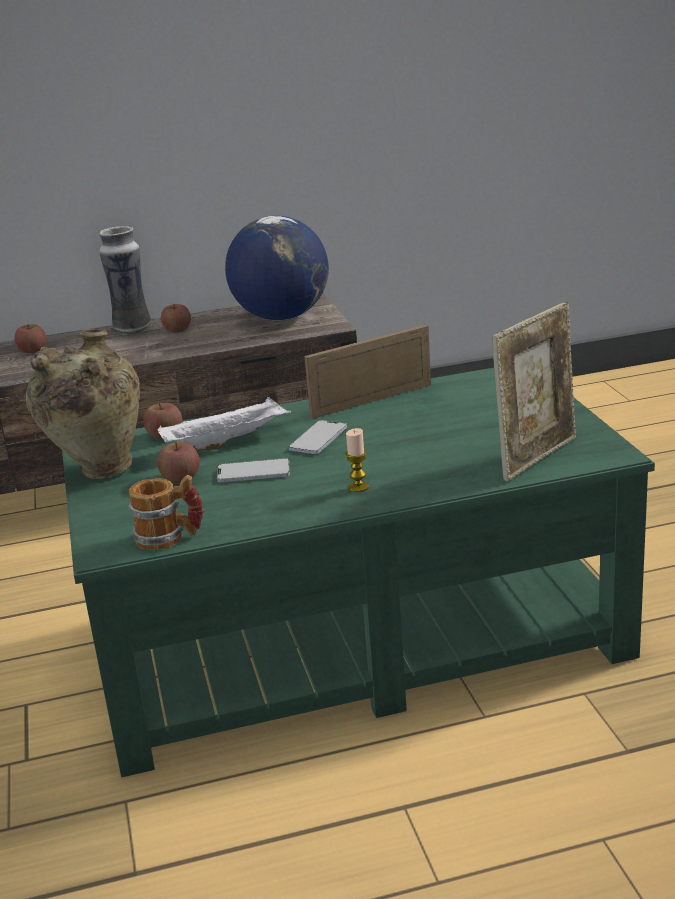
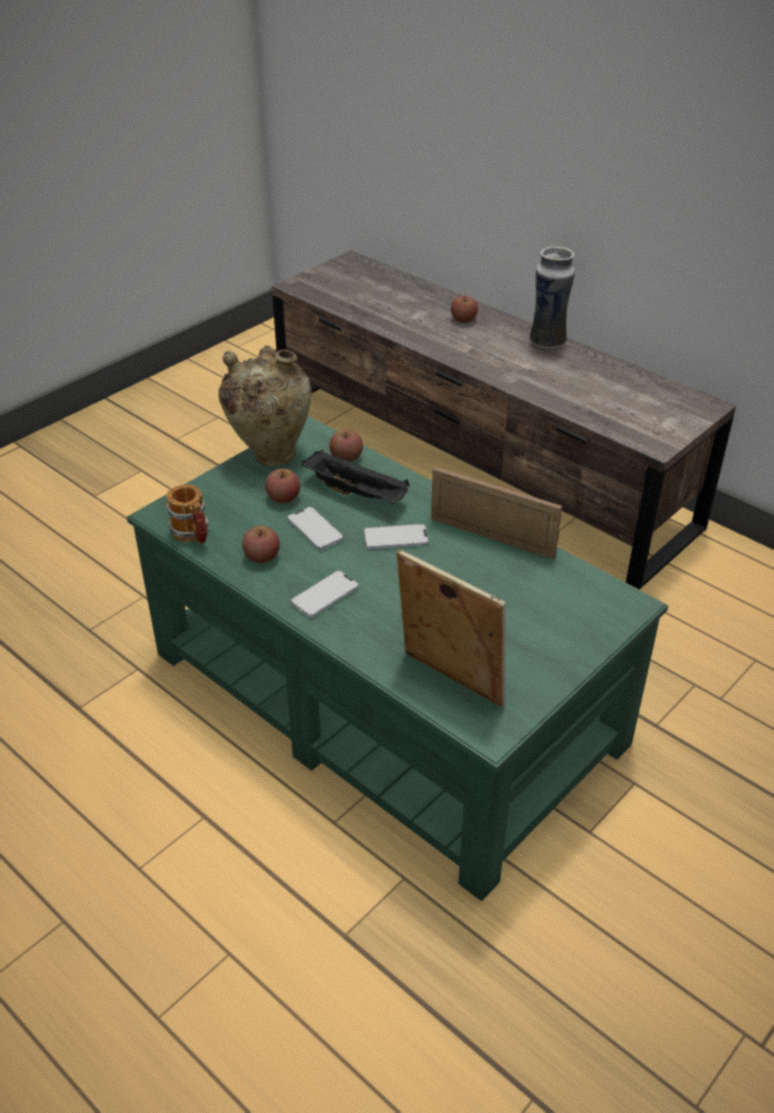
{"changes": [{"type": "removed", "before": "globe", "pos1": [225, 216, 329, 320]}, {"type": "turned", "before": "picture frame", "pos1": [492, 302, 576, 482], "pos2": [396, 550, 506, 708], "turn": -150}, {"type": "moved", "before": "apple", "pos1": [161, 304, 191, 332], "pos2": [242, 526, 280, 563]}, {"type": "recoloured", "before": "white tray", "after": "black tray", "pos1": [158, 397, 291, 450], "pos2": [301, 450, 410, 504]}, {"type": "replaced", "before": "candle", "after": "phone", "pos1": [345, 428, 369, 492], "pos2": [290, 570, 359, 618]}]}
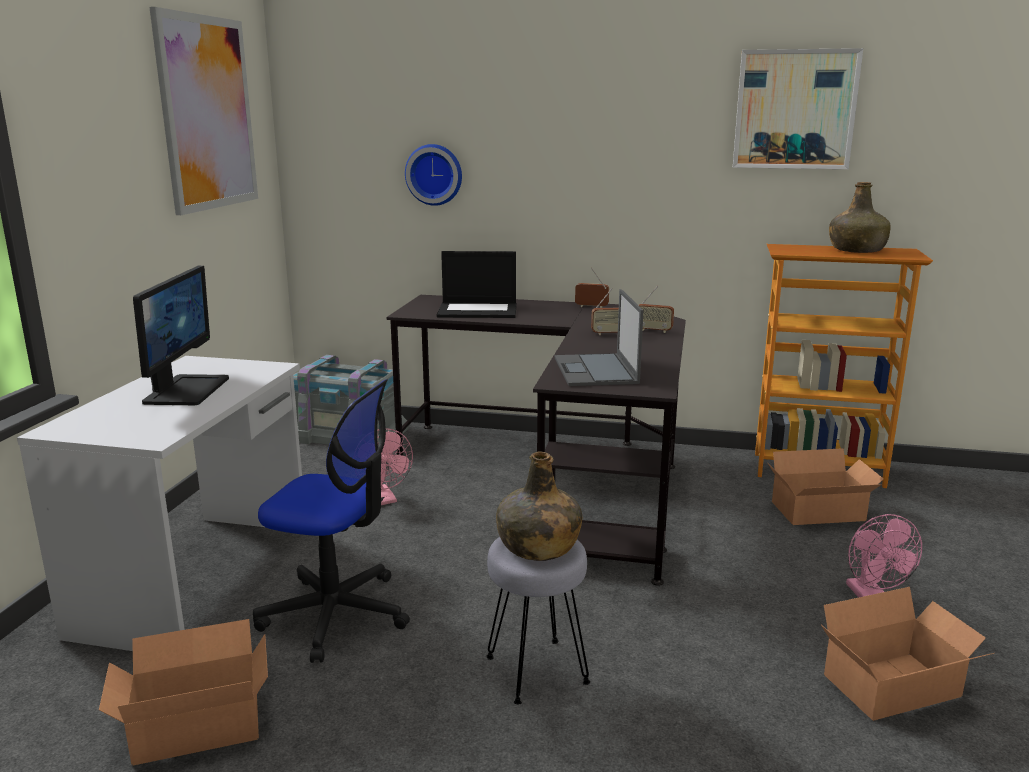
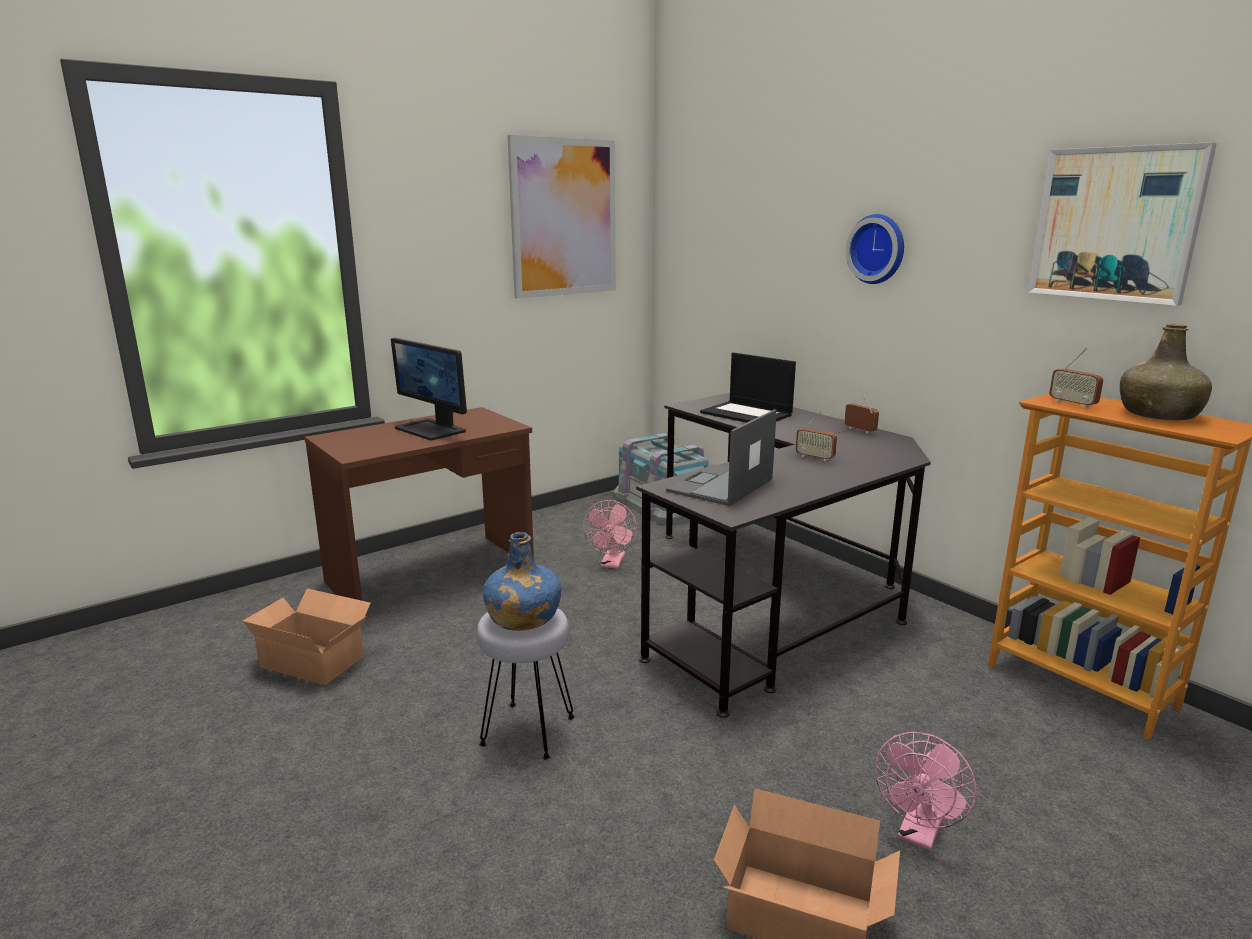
{"changes": [{"type": "moved", "before": "wall clock", "pos1": [405, 144, 462, 206], "pos2": [845, 214, 904, 284]}, {"type": "turned", "before": "monitor", "pos1": [133, 266, 229, 405], "pos2": [391, 338, 467, 440], "turn": 90}, {"type": "moved", "before": "radio", "pos1": [638, 286, 674, 333], "pos2": [1049, 347, 1104, 408]}, {"type": "recoloured", "before": "white desk", "after": "brown desk", "pos1": [17, 356, 302, 651], "pos2": [304, 407, 534, 601]}, {"type": "removed", "before": "office chair", "pos1": [253, 379, 410, 663]}, {"type": "removed", "before": "cardboard box", "pos1": [768, 448, 884, 525]}, {"type": "recoloured", "before": "green bottle", "after": "blue bottle", "pos1": [496, 451, 582, 561], "pos2": [483, 532, 561, 631]}]}
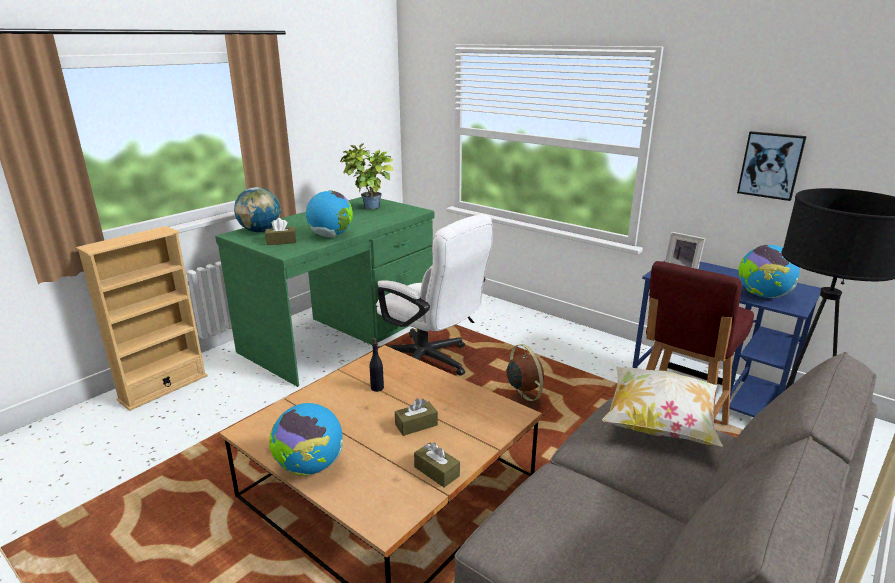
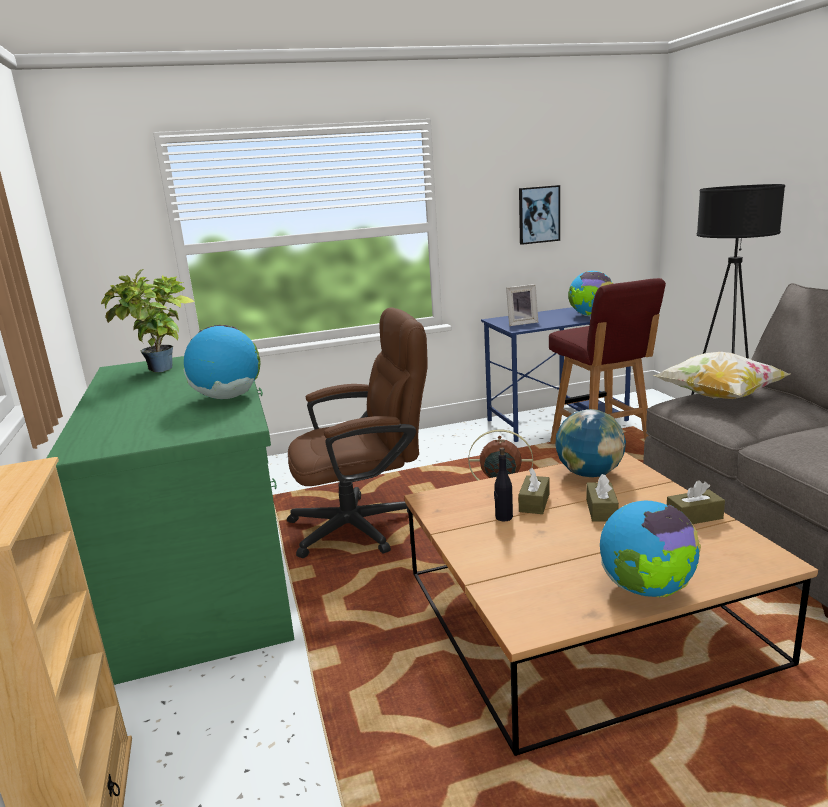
{"changes": [{"type": "moved", "before": "globe", "pos1": [234, 187, 281, 233], "pos2": [556, 409, 626, 477]}, {"type": "recoloured", "before": "white office chair", "after": "brown office chair", "pos1": [376, 214, 493, 376], "pos2": [287, 307, 428, 558]}, {"type": "moved", "before": "brown tissue box", "pos1": [265, 218, 296, 245], "pos2": [518, 468, 549, 514]}]}
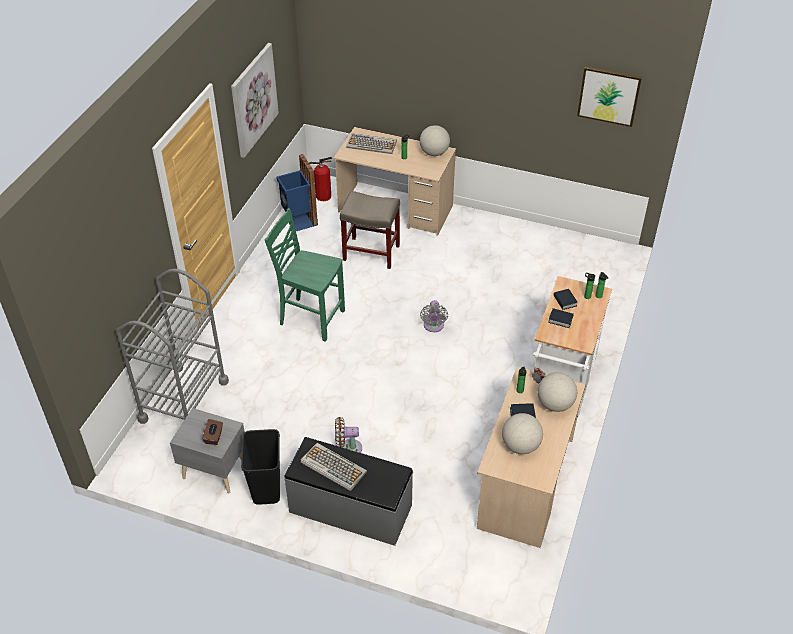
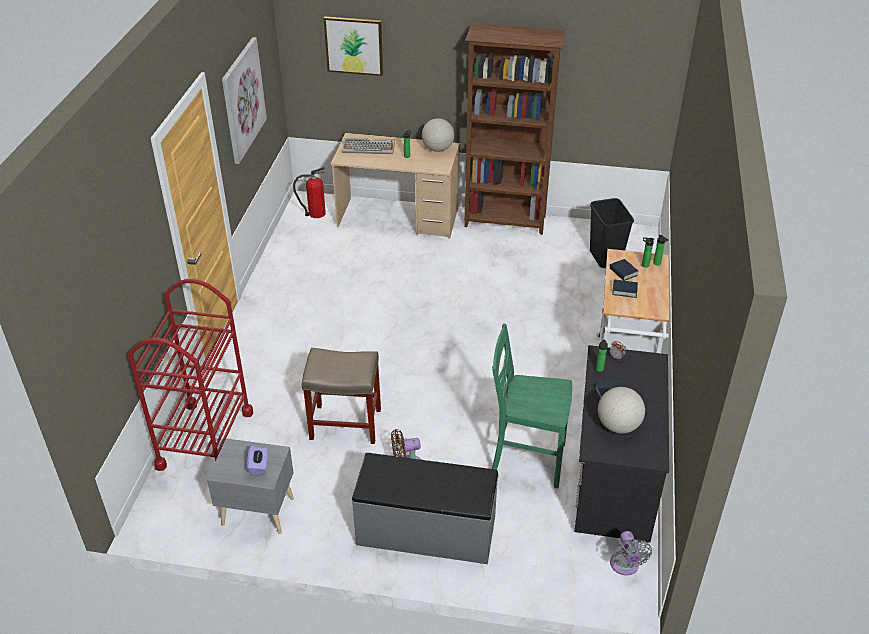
{"changes": [{"type": "moved", "before": "picture", "pos1": [577, 66, 642, 127], "pos2": [324, 16, 383, 76]}, {"type": "removed", "before": "blue trash can", "pos1": [276, 154, 318, 231]}, {"type": "moved", "before": "beige stool", "pos1": [340, 191, 400, 269], "pos2": [302, 348, 381, 444]}, {"type": "moved", "before": "green chair", "pos1": [265, 208, 345, 341], "pos2": [492, 324, 572, 488]}, {"type": "recoloured", "before": "grey cart", "after": "red cart", "pos1": [116, 269, 229, 424], "pos2": [128, 279, 253, 471]}, {"type": "moved", "before": "grey fan", "pos1": [420, 300, 448, 332], "pos2": [610, 531, 652, 576]}, {"type": "recoloured", "before": "beige desk", "after": "black desk", "pos1": [477, 367, 586, 548], "pos2": [574, 345, 669, 542]}, {"type": "removed", "before": "globe", "pos1": [538, 372, 577, 412]}, {"type": "recoloured", "before": "brown tissue box", "after": "purple tissue box", "pos1": [202, 419, 223, 445], "pos2": [247, 446, 268, 475]}, {"type": "moved", "before": "black trash can", "pos1": [241, 429, 280, 505], "pos2": [590, 198, 634, 268]}, {"type": "removed", "before": "keyboard", "pos1": [301, 443, 367, 491]}, {"type": "added", "after": "brown bookcase", "pos2": [464, 24, 565, 235]}]}
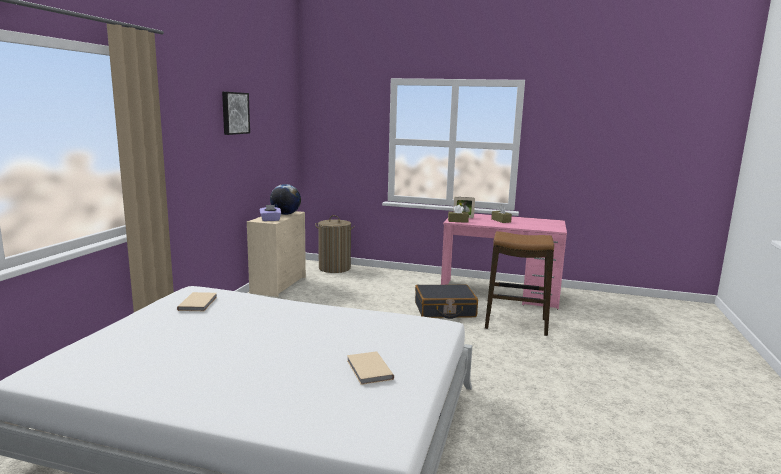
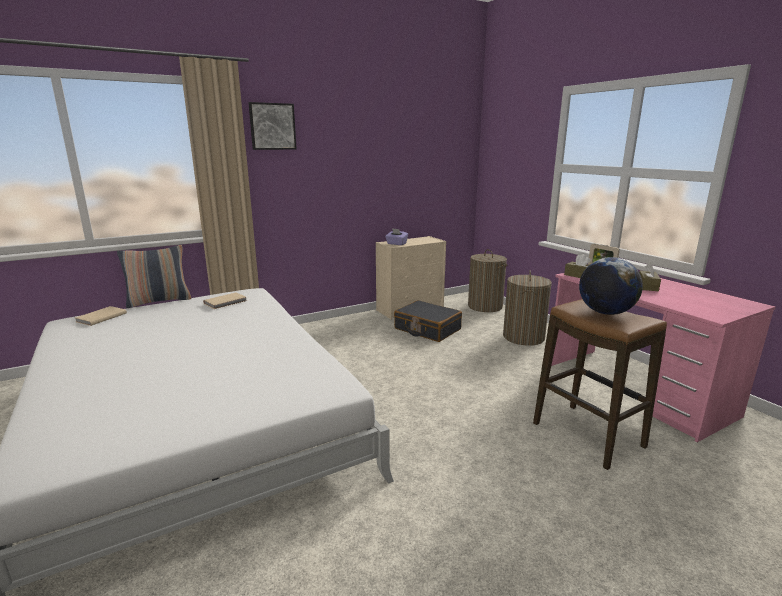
{"changes": [{"type": "moved", "before": "picture", "pos1": [222, 92, 250, 135], "pos2": [248, 102, 297, 150]}, {"type": "moved", "before": "globe", "pos1": [270, 184, 301, 215], "pos2": [579, 257, 643, 315]}, {"type": "moved", "before": "black suitcase", "pos1": [415, 284, 478, 319], "pos2": [394, 300, 462, 342]}, {"type": "moved", "before": "beige book", "pos1": [347, 351, 394, 385], "pos2": [75, 306, 127, 326]}, {"type": "added", "after": "pillow", "pos2": [117, 245, 191, 308]}, {"type": "added", "after": "laundry basket", "pos2": [503, 270, 552, 346]}]}
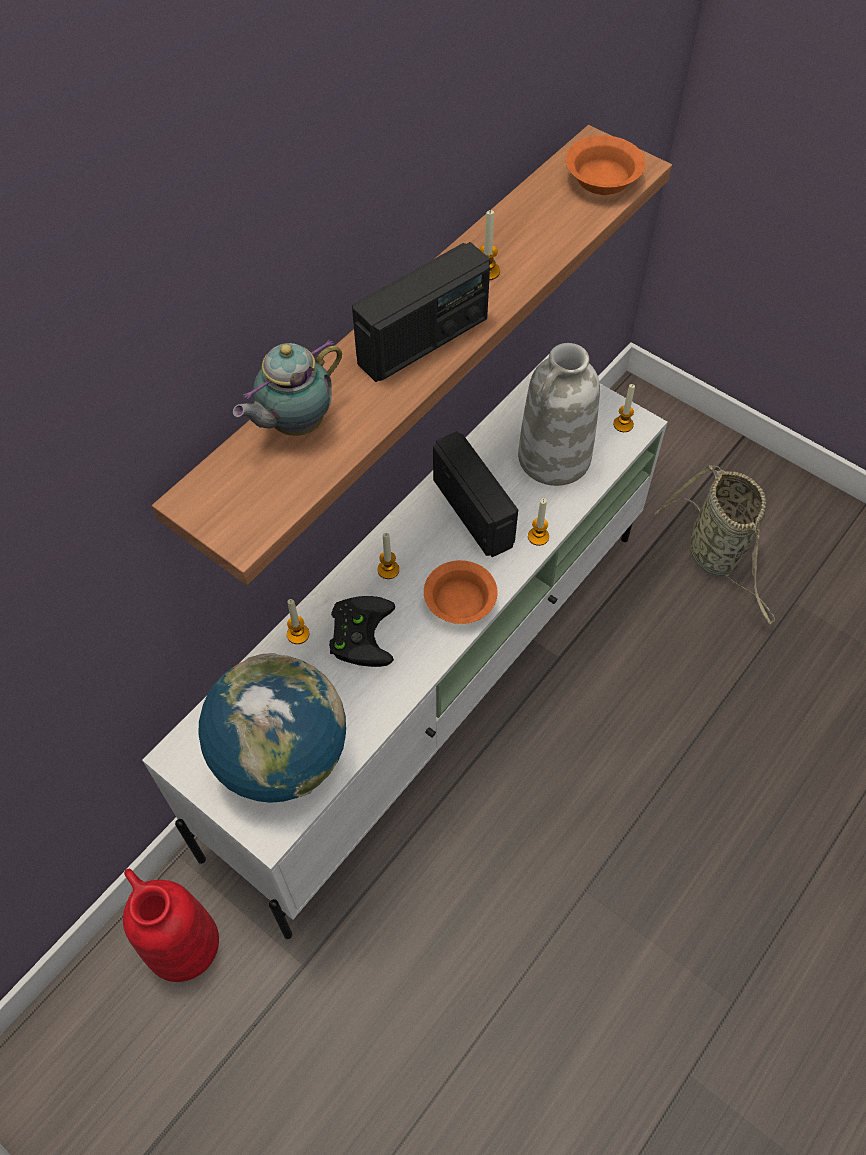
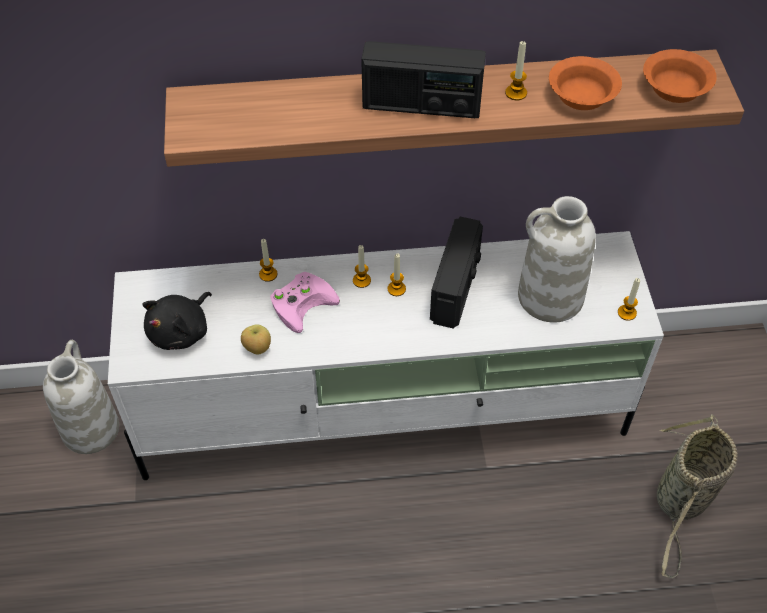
{"changes": [{"type": "removed", "before": "teapot", "pos1": [233, 339, 342, 436]}, {"type": "moved", "before": "candle", "pos1": [528, 498, 549, 546], "pos2": [388, 254, 406, 296]}, {"type": "moved", "before": "orange bowl", "pos1": [424, 560, 498, 624], "pos2": [549, 56, 622, 110]}, {"type": "recoloured", "before": "black game controller", "after": "pink game controller", "pos1": [329, 596, 395, 667], "pos2": [270, 272, 340, 333]}, {"type": "replaced", "before": "globe", "after": "black plush toy", "pos1": [198, 653, 346, 803], "pos2": [142, 292, 212, 350]}, {"type": "recoloured", "before": "red vase", "after": "white vase", "pos1": [123, 869, 219, 982], "pos2": [43, 340, 119, 454]}, {"type": "added", "after": "apple", "pos2": [241, 324, 271, 355]}]}
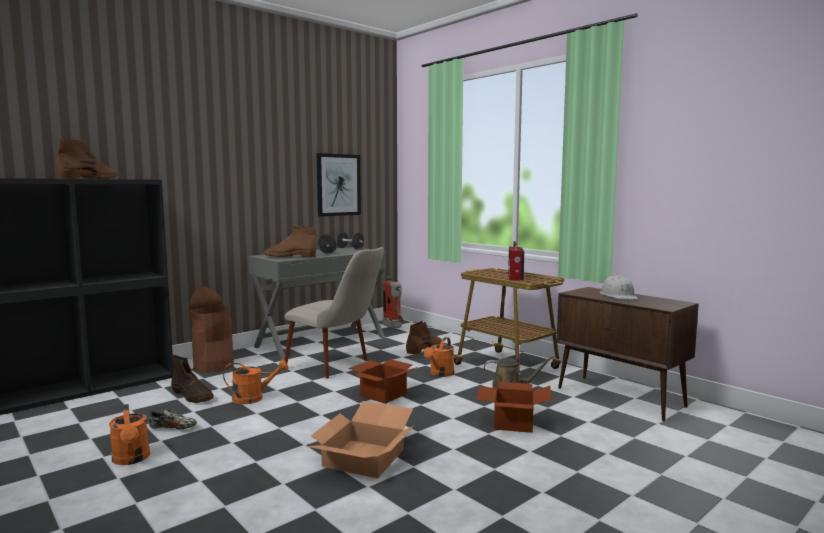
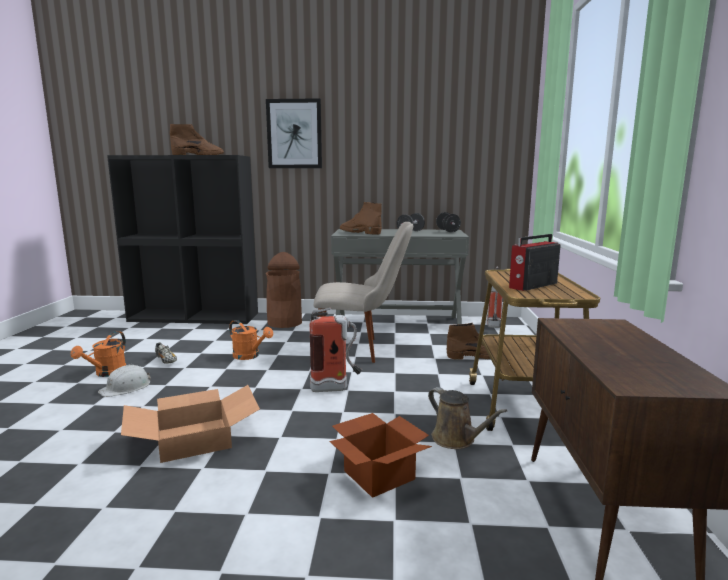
{"changes": [{"type": "moved", "before": "picture", "pos1": [317, 153, 361, 216], "pos2": [266, 98, 322, 168]}, {"type": "turned", "before": "beige chair", "pos1": [284, 247, 384, 379], "pos2": [314, 222, 413, 363], "turn": -75}, {"type": "moved", "before": "white hard hat", "pos1": [600, 275, 638, 299], "pos2": [98, 365, 151, 397]}, {"type": "removed", "before": "orange watering can", "pos1": [423, 337, 454, 377]}, {"type": "removed", "before": "brown boot", "pos1": [171, 355, 214, 403]}, {"type": "replaced", "before": "cardboard box", "after": "fire extinguisher", "pos1": [348, 359, 418, 404], "pos2": [310, 308, 362, 392]}]}
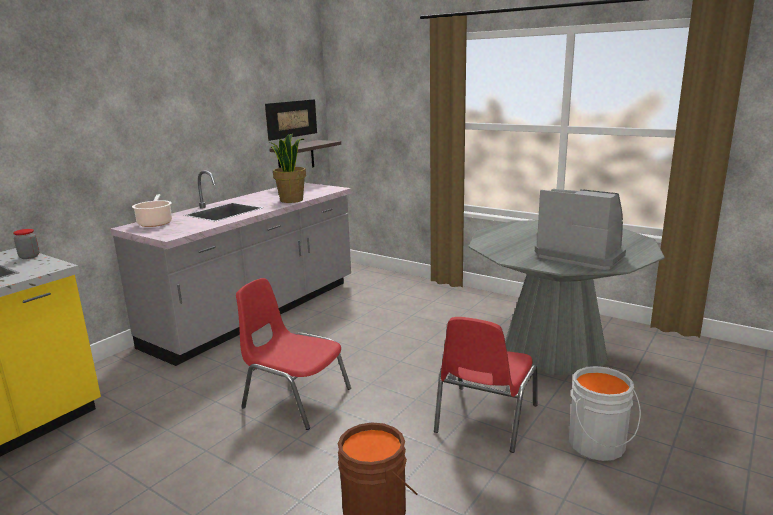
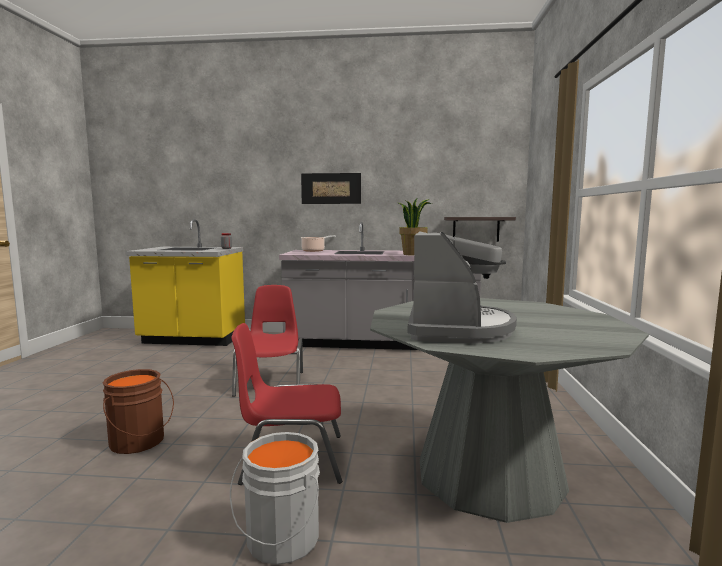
{"changes": [{"type": "moved", "before": "picture", "pos1": [265, 99, 317, 141], "pos2": [301, 173, 361, 204]}]}
